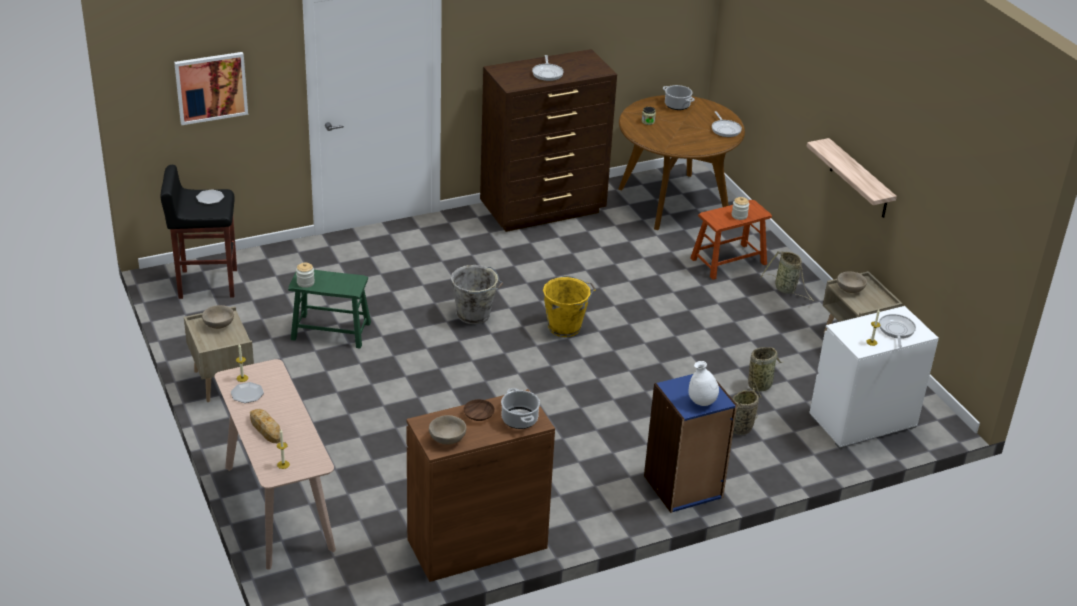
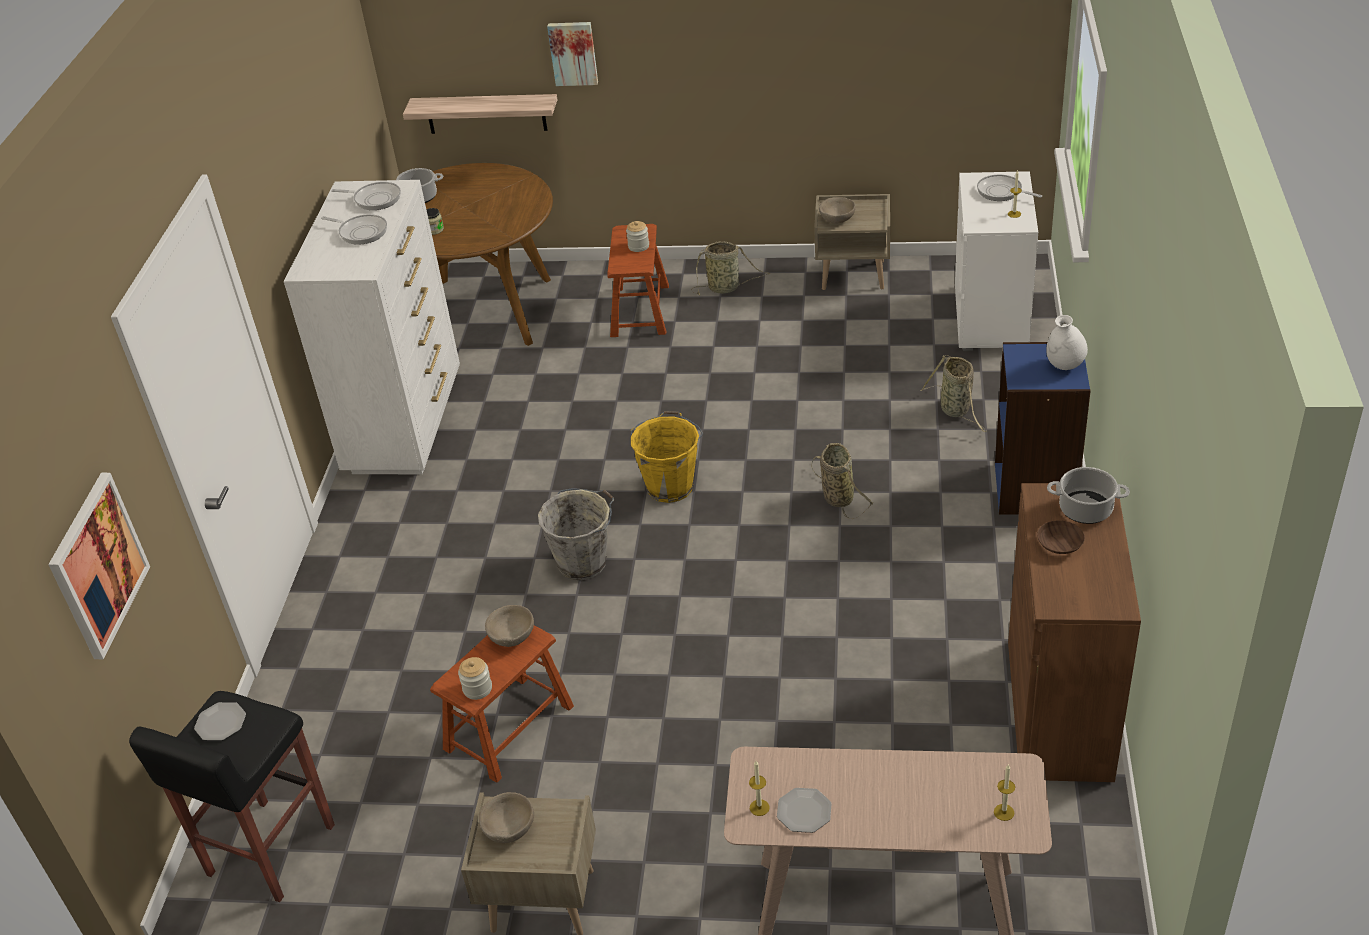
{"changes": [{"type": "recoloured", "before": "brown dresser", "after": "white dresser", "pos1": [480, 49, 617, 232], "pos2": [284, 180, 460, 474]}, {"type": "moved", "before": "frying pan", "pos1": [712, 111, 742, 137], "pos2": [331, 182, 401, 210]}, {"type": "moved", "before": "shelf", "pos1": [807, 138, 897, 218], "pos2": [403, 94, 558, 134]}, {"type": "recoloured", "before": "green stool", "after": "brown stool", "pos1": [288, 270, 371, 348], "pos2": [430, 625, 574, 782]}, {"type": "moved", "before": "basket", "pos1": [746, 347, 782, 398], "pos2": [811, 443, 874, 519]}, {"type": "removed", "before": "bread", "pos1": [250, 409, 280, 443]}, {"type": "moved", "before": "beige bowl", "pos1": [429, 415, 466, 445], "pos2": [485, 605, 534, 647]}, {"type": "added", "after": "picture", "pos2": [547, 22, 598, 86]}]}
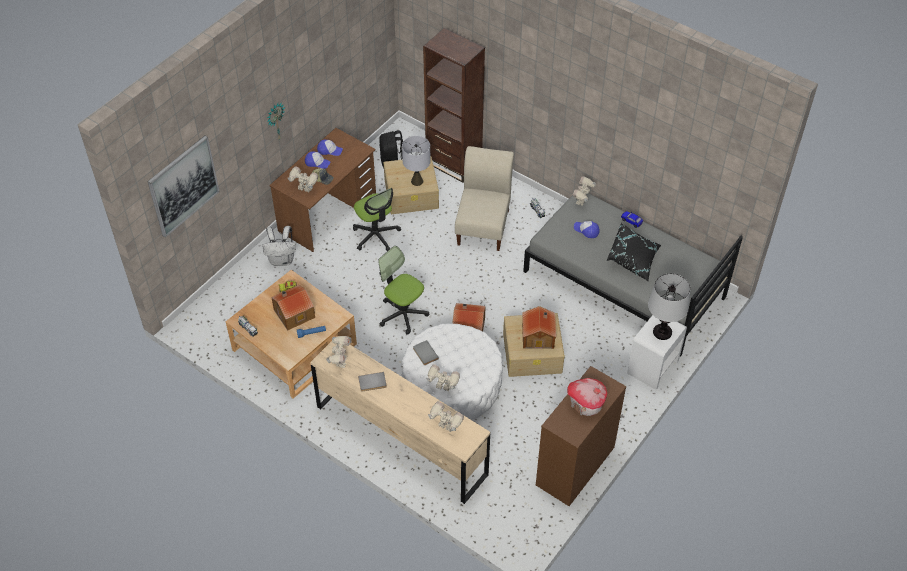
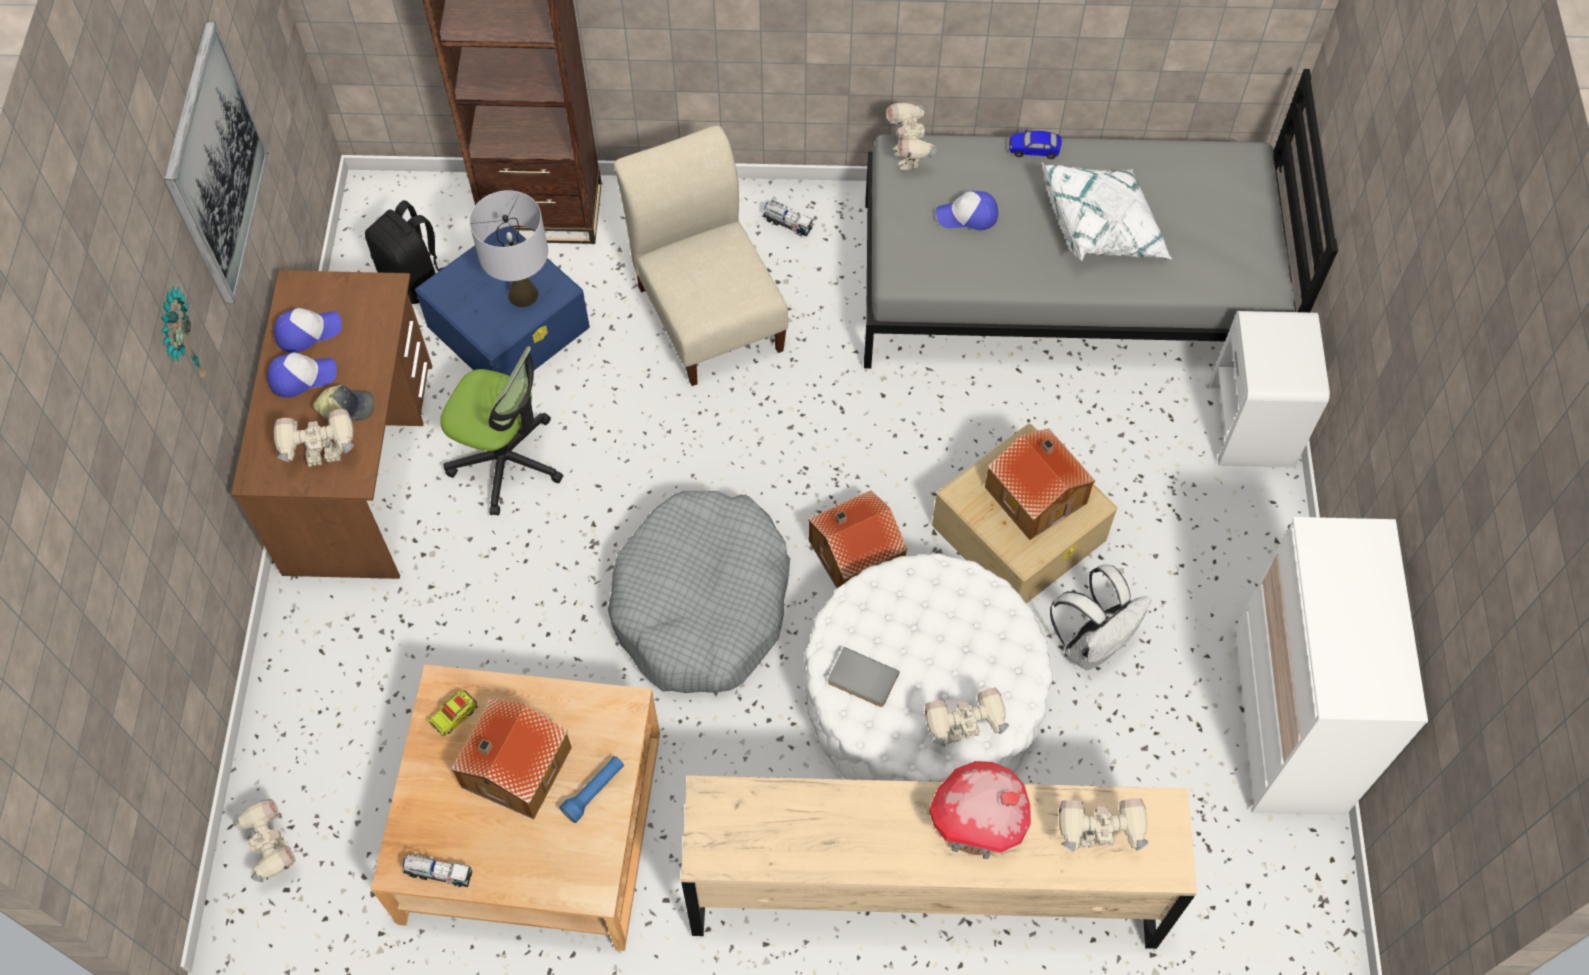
{"changes": [{"type": "moved", "before": "picture", "pos1": [147, 136, 220, 238], "pos2": [164, 21, 269, 303]}, {"type": "recoloured", "before": "beige storage box", "after": "blue storage box", "pos1": [384, 156, 439, 214], "pos2": [415, 226, 590, 376]}, {"type": "recoloured", "before": "black pillow", "after": "white pillow", "pos1": [607, 222, 661, 281], "pos2": [1042, 163, 1172, 261]}, {"type": "moved", "before": "white backpack", "pos1": [262, 226, 296, 266], "pos2": [1050, 564, 1152, 670]}, {"type": "replaced", "before": "office chair", "after": "grey dog bed", "pos1": [378, 246, 430, 335], "pos2": [608, 491, 790, 693]}, {"type": "removed", "before": "table lamp", "pos1": [648, 273, 690, 340]}, {"type": "moved", "before": "toy robot", "pos1": [326, 336, 351, 368], "pos2": [233, 799, 296, 882]}, {"type": "recoloured", "before": "brown dresser", "after": "white dresser", "pos1": [536, 366, 626, 506], "pos2": [1233, 517, 1428, 815]}, {"type": "removed", "before": "grey book", "pos1": [358, 372, 387, 392]}, {"type": "moved", "before": "toy house", "pos1": [567, 378, 607, 416], "pos2": [929, 761, 1031, 859]}]}
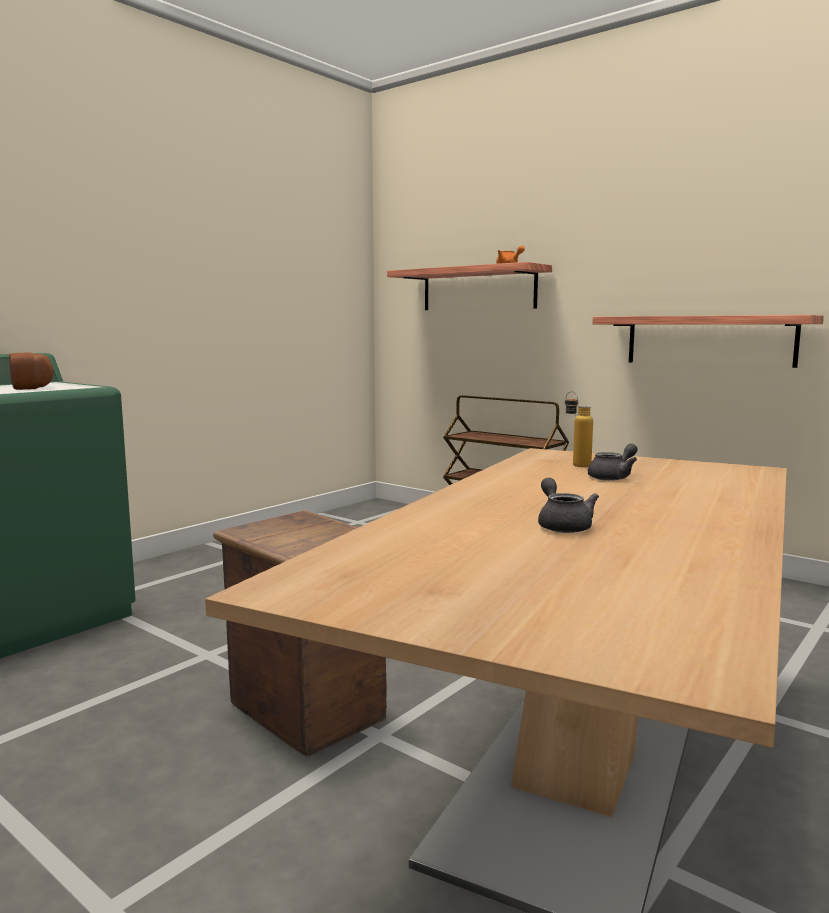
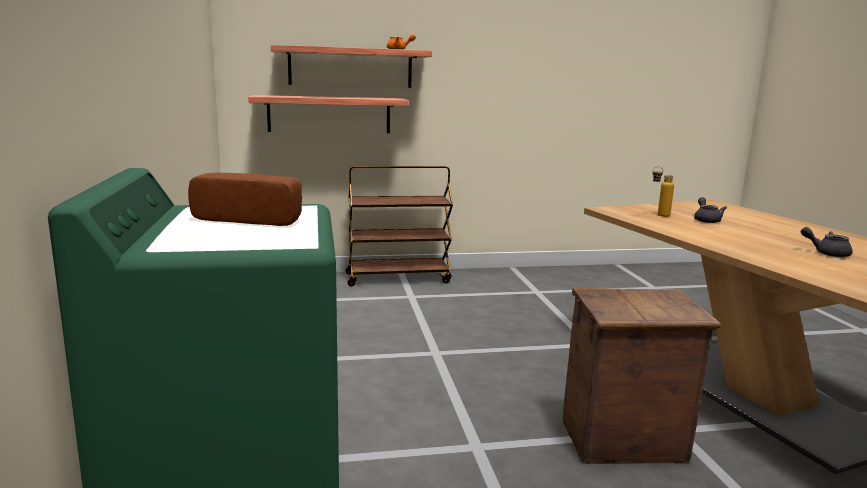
{"changes": [{"type": "moved", "before": "shelf", "pos1": [592, 315, 824, 368], "pos2": [248, 95, 409, 133]}]}
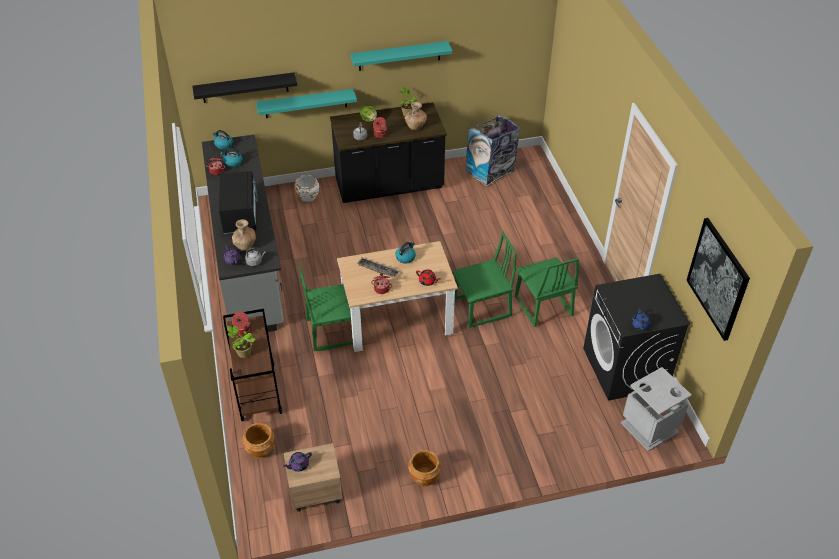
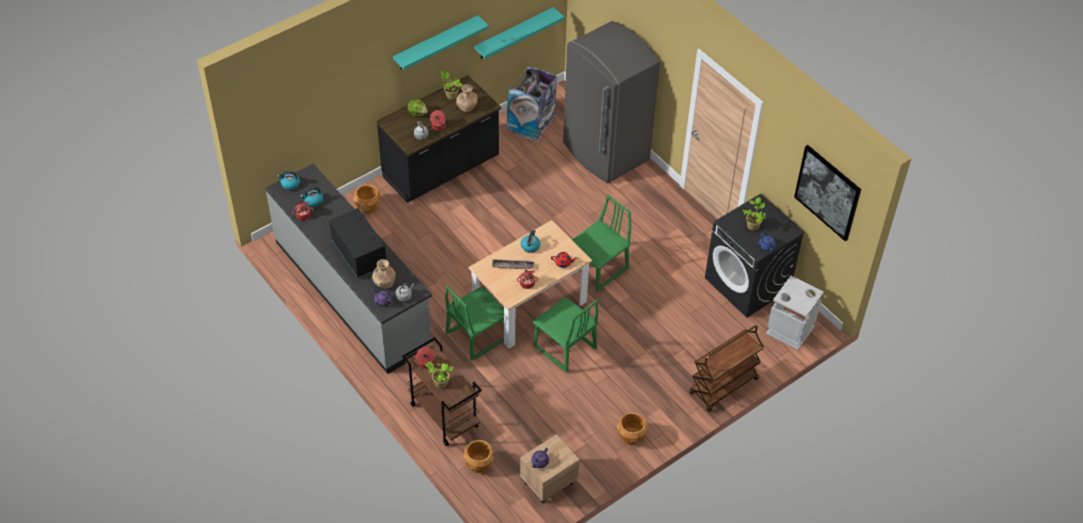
{"changes": [{"type": "removed", "before": "black shelf", "pos1": [192, 72, 297, 103]}, {"type": "moved", "before": "turquoise shelf", "pos1": [256, 89, 357, 118], "pos2": [474, 7, 564, 59]}, {"type": "recoloured", "before": "white planter", "after": "brown planter", "pos1": [294, 175, 319, 203], "pos2": [354, 184, 380, 214]}, {"type": "moved", "before": "green chair", "pos1": [515, 257, 579, 327], "pos2": [532, 297, 599, 373]}, {"type": "added", "after": "grey fridge", "pos2": [563, 21, 660, 184]}, {"type": "added", "after": "potted plant", "pos2": [743, 197, 766, 230]}, {"type": "added", "after": "brown cart", "pos2": [689, 325, 764, 412]}]}
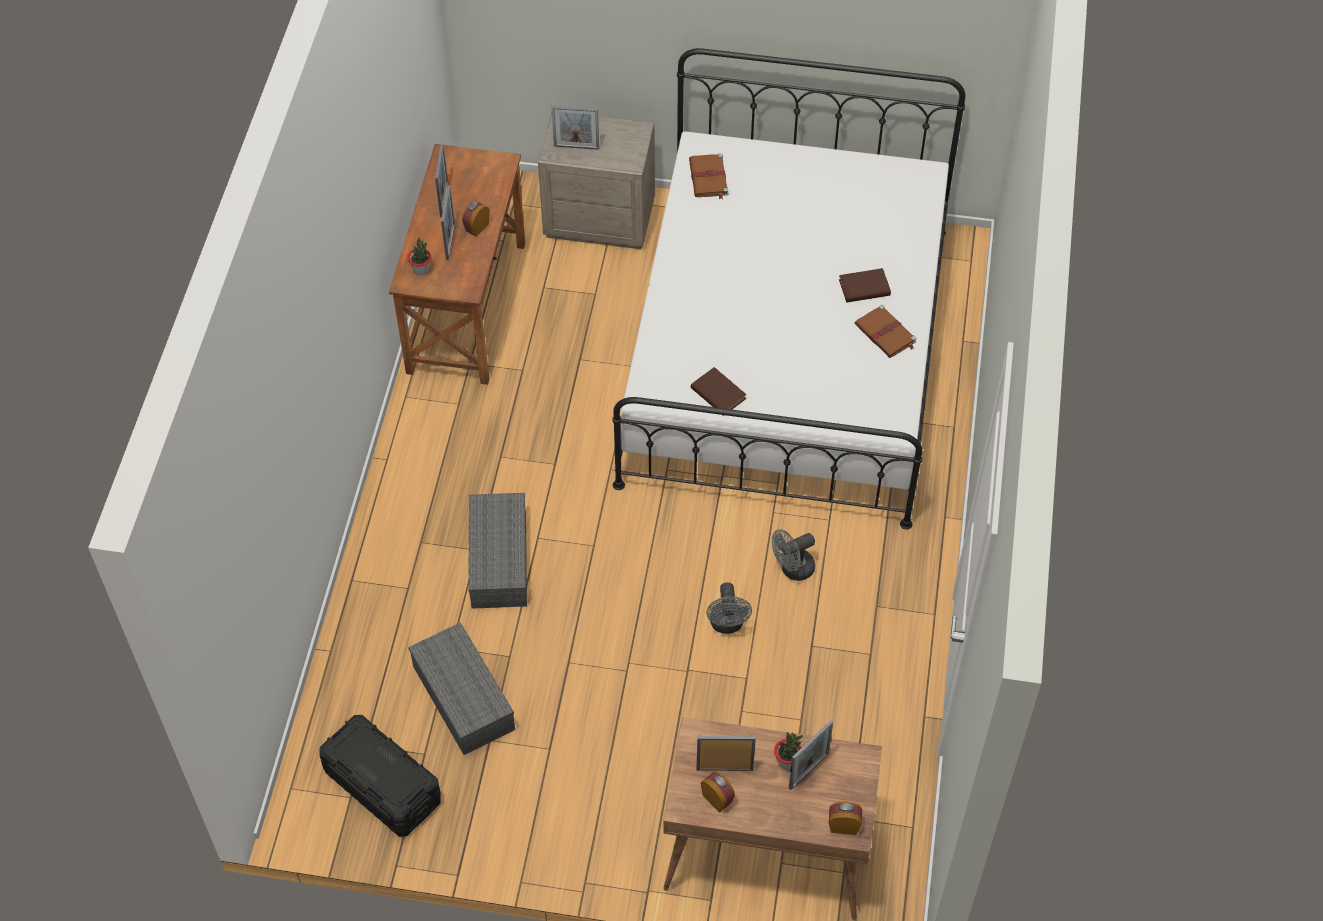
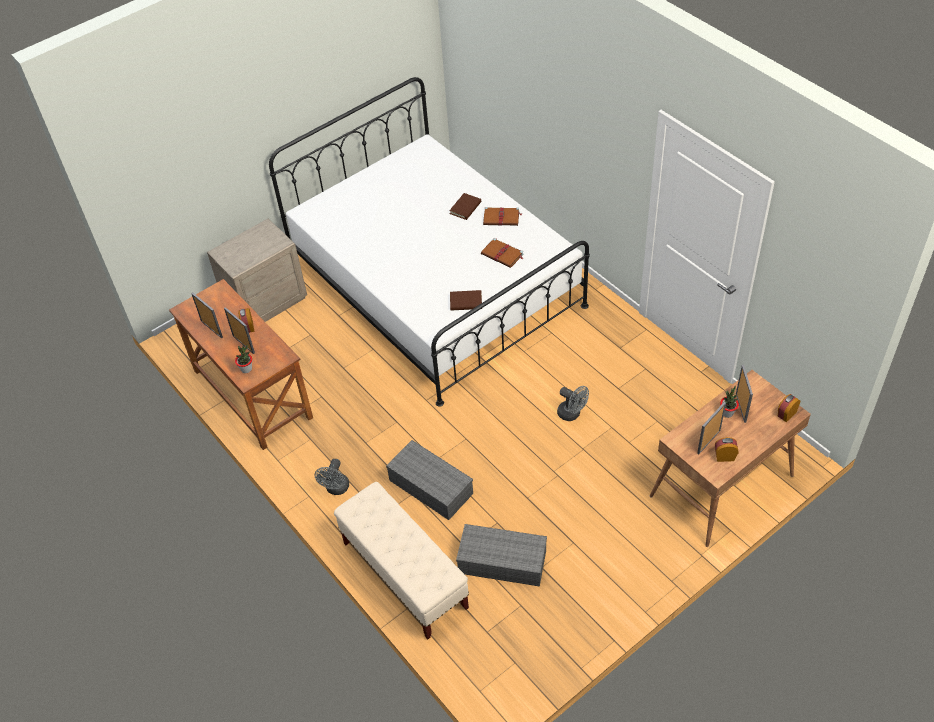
{"changes": [{"type": "removed", "before": "picture frame", "pos1": [552, 106, 599, 150]}, {"type": "moved", "before": "brown book", "pos1": [689, 154, 729, 200], "pos2": [481, 238, 523, 268]}, {"type": "moved", "before": "grey fan", "pos1": [772, 529, 815, 581], "pos2": [314, 459, 349, 495]}, {"type": "removed", "before": "black storage box", "pos1": [319, 715, 441, 837]}, {"type": "added", "after": "beige bench", "pos2": [334, 482, 469, 639]}]}
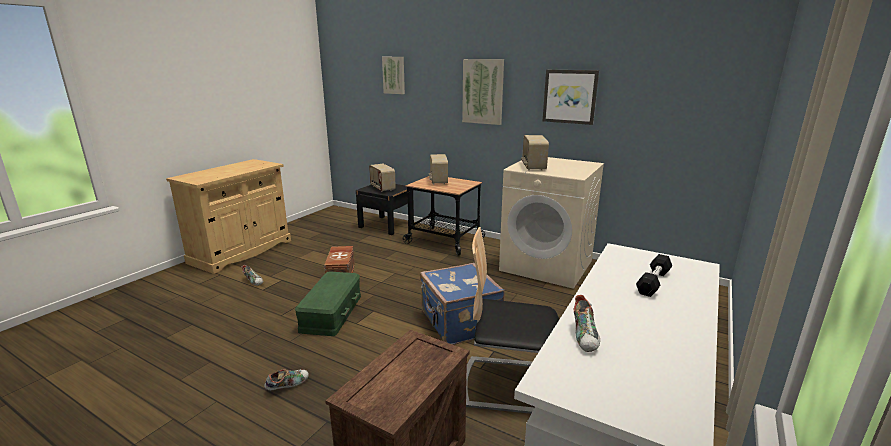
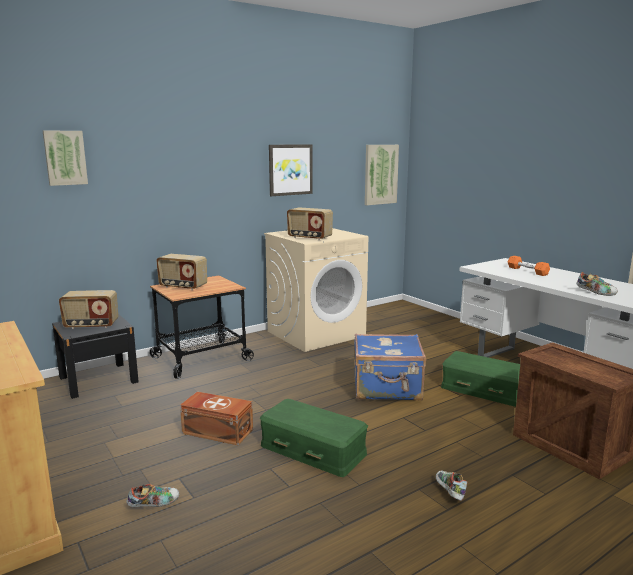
{"changes": [{"type": "moved", "before": "picture", "pos1": [462, 59, 504, 125], "pos2": [365, 145, 399, 205]}, {"type": "replaced", "before": "chair", "after": "green storage box", "pos1": [466, 227, 559, 414], "pos2": [441, 351, 520, 407]}, {"type": "recoloured", "before": "black dumbbell", "after": "orange dumbbell", "pos1": [636, 254, 672, 297], "pos2": [508, 256, 550, 276]}]}
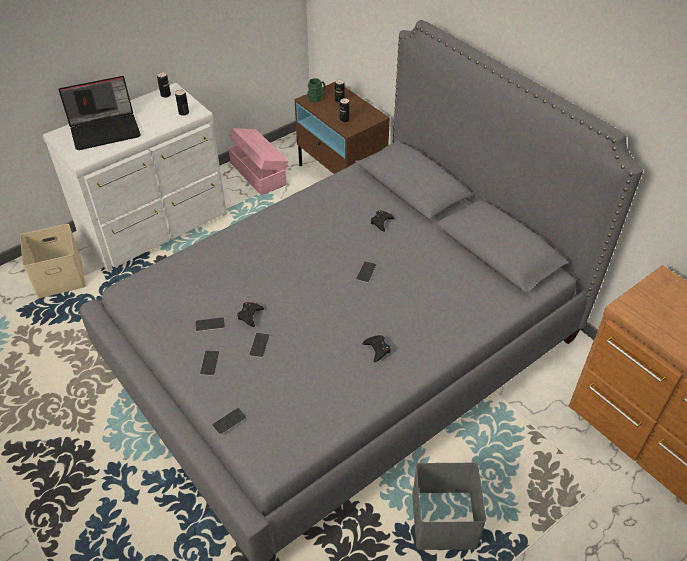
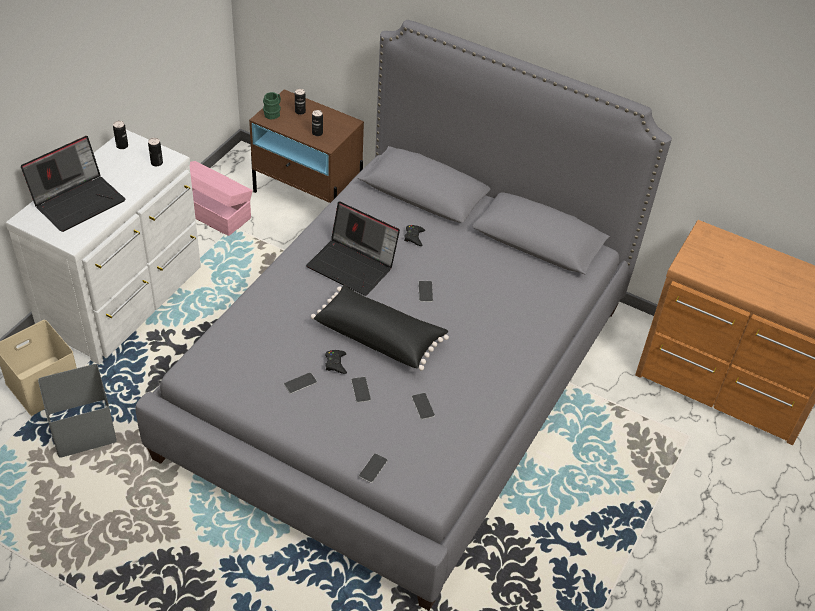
{"changes": [{"type": "removed", "before": "black game controller", "pos1": [363, 335, 391, 362]}, {"type": "moved", "before": "phone", "pos1": [200, 350, 220, 376], "pos2": [411, 393, 435, 420]}, {"type": "moved", "before": "grey storage box", "pos1": [412, 463, 486, 550], "pos2": [38, 364, 117, 458]}, {"type": "added", "after": "laptop", "pos2": [306, 201, 400, 296]}, {"type": "added", "after": "black pillow", "pos2": [311, 285, 449, 370]}]}
